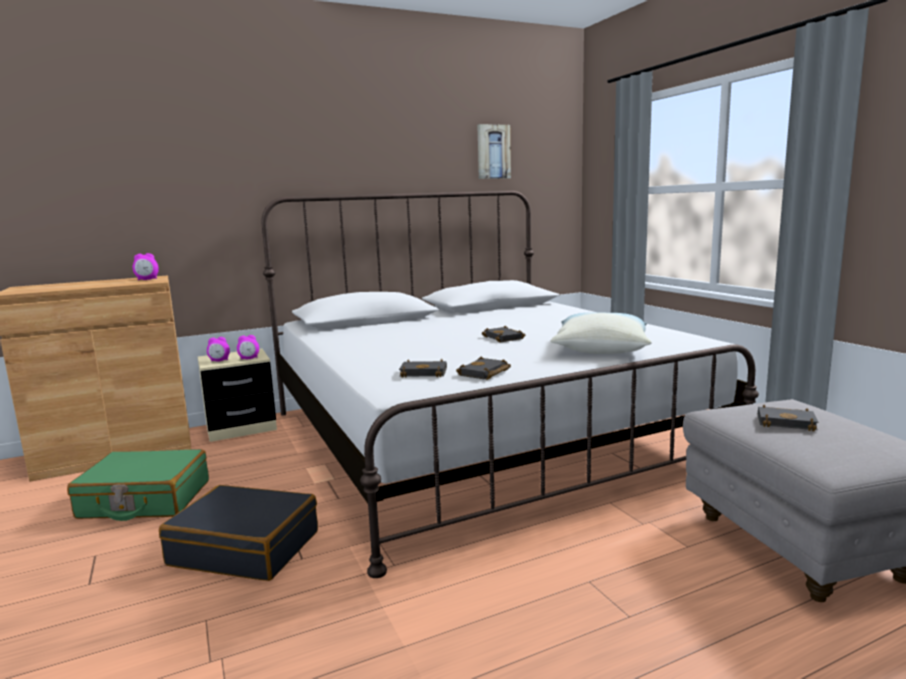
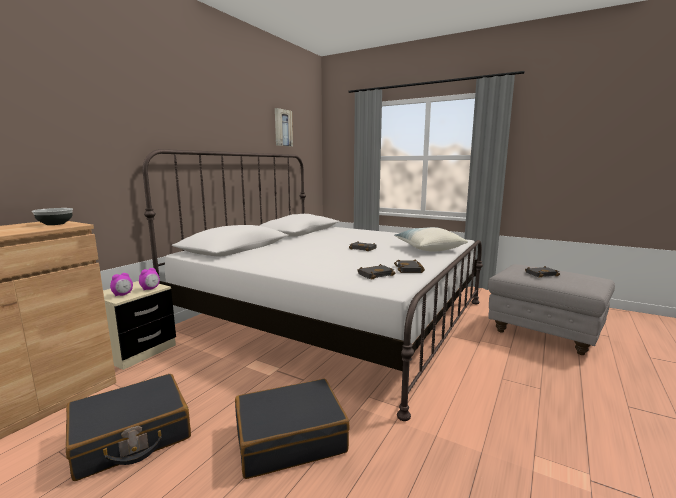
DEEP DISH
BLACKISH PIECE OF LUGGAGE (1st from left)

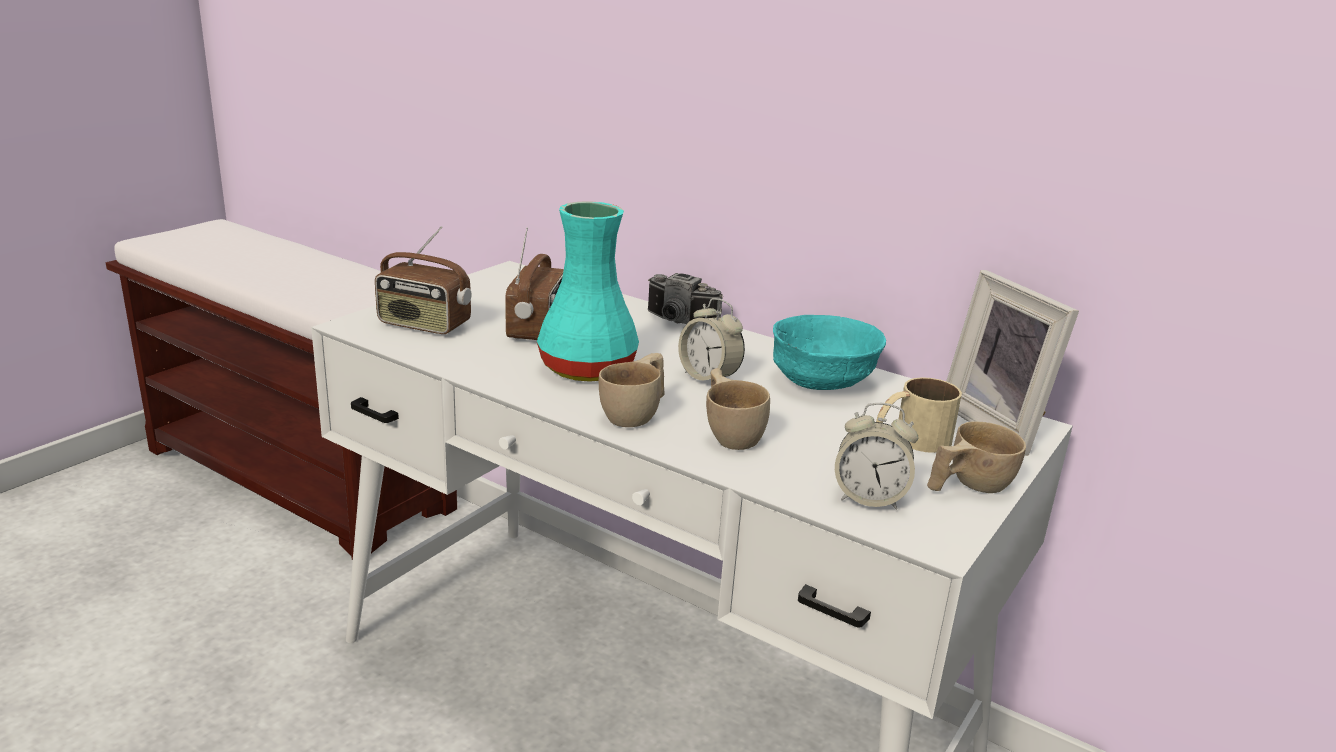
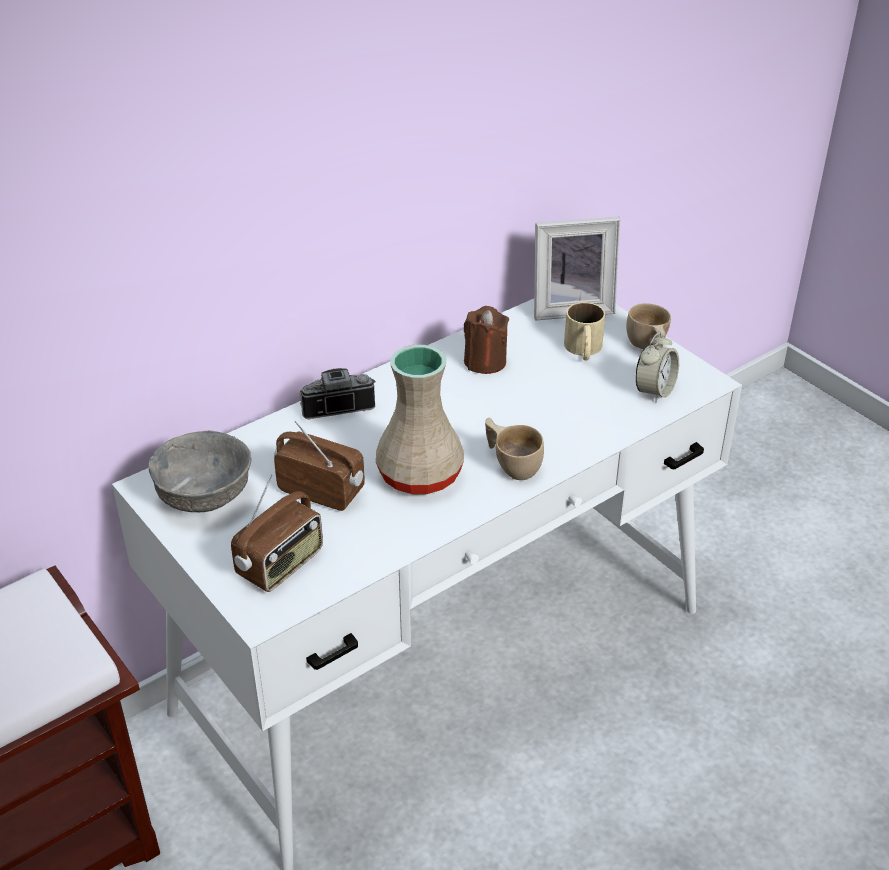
GRAY DEEP DISH
PHOTO CAMERA
SAND-COLOURED FLOWER VASE
BROWNISH WAX CANDLE
TABLE CLOCK (1st from left in the first image)
SAND-COLOURED SMALL CUP (2nd from left in the first image)

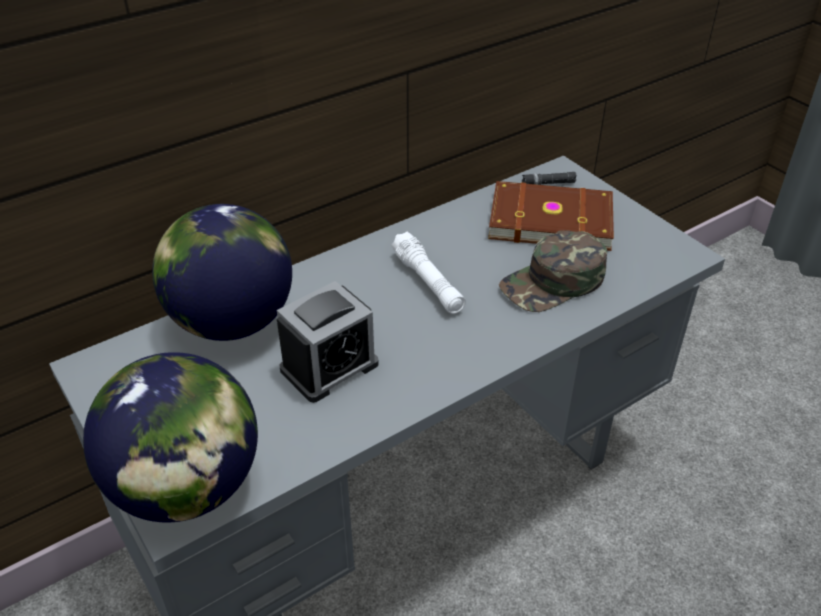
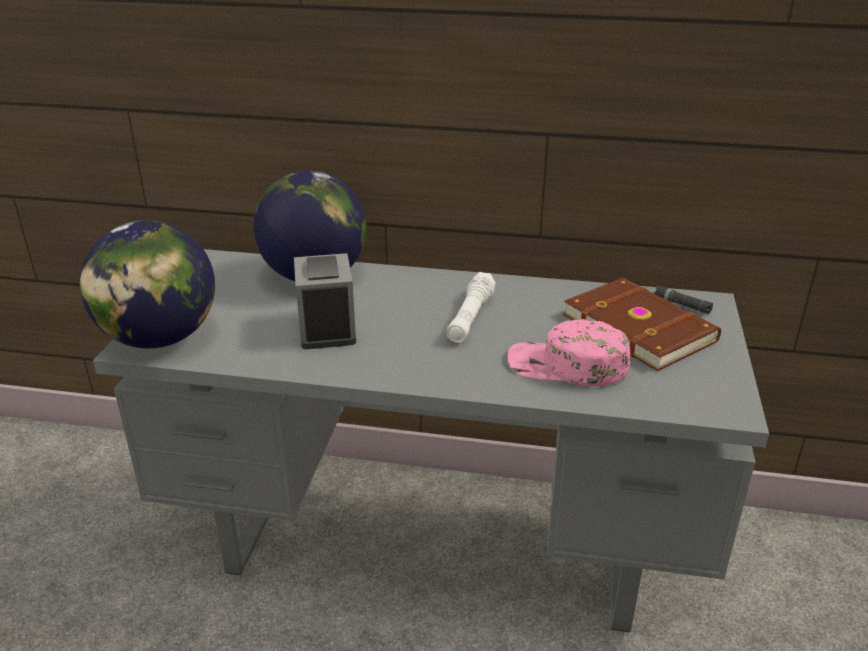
TABLE CLOCK
PINKISH PEAKED CAP

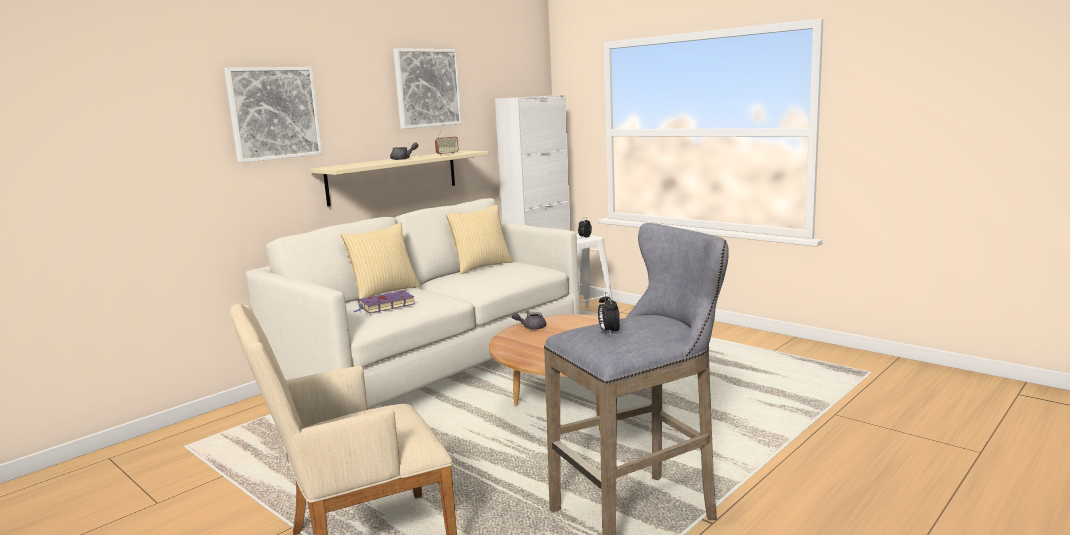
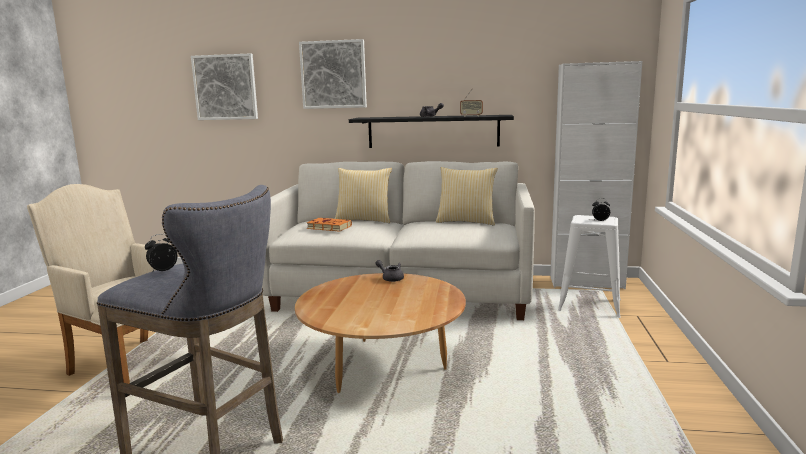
WALL ART (1st from left)
ORANGEY BOUND BOOK
BLACKISH SHELF

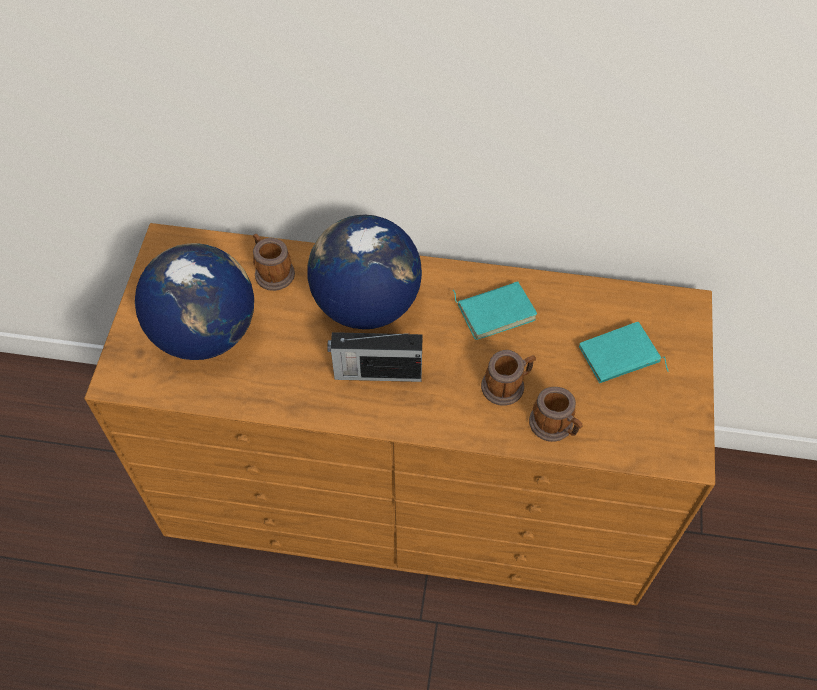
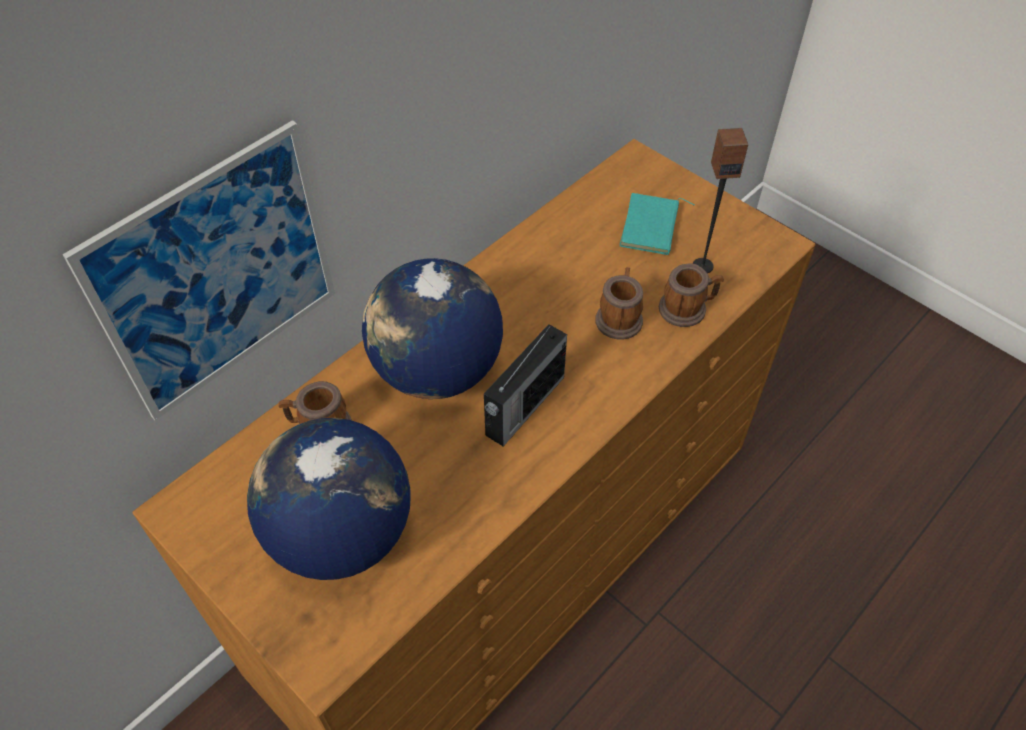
WALL ART
LOUDSPEAKER
TURQUOISE BOUND BOOK (1st from left in the first image)

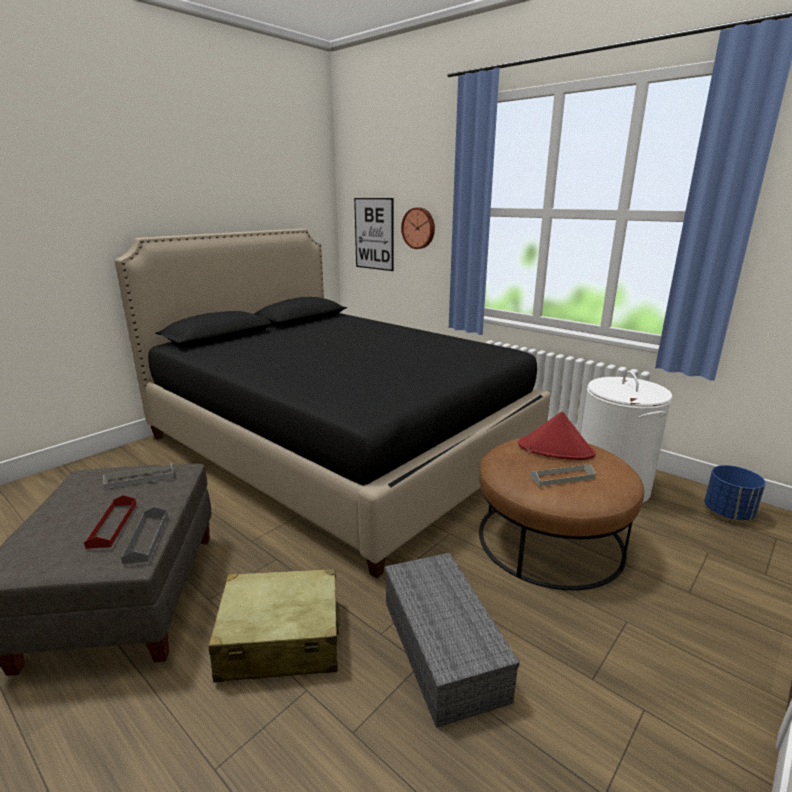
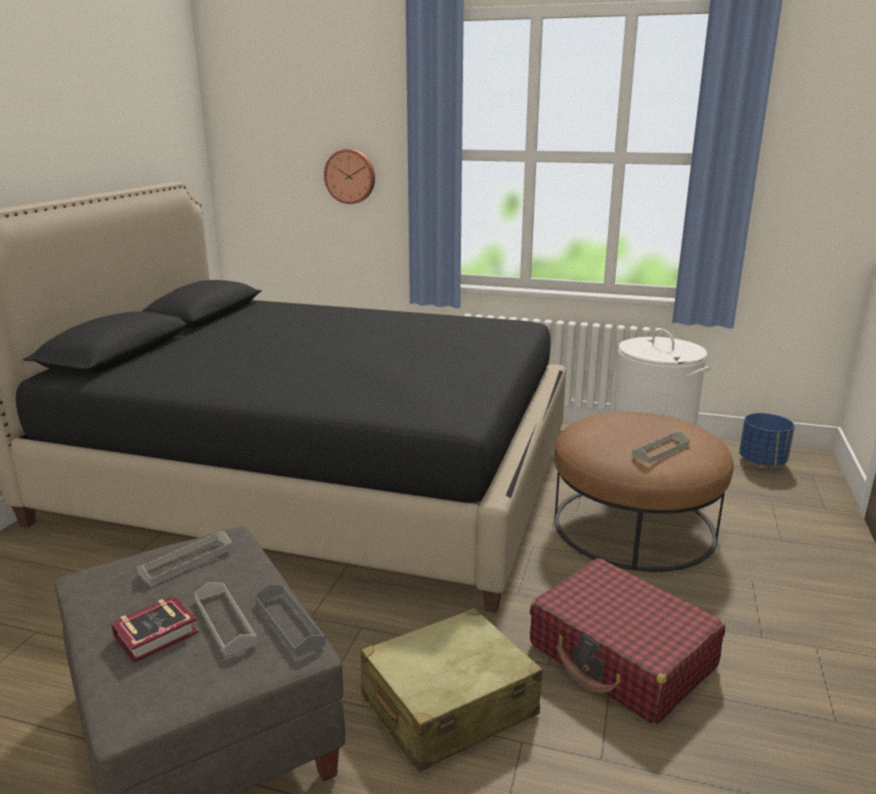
BOUND BOOK
GRAY CARRYING TRAY (2nd from left)
RED PIECE OF LUGGAGE
WALL ART
RED HAT

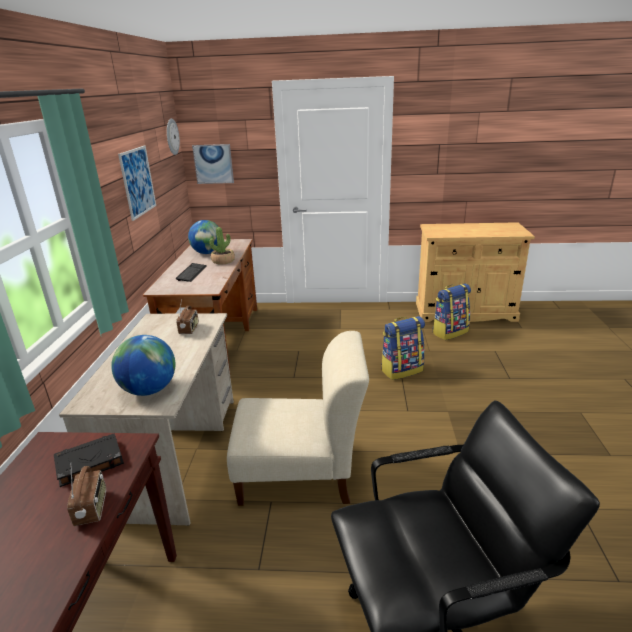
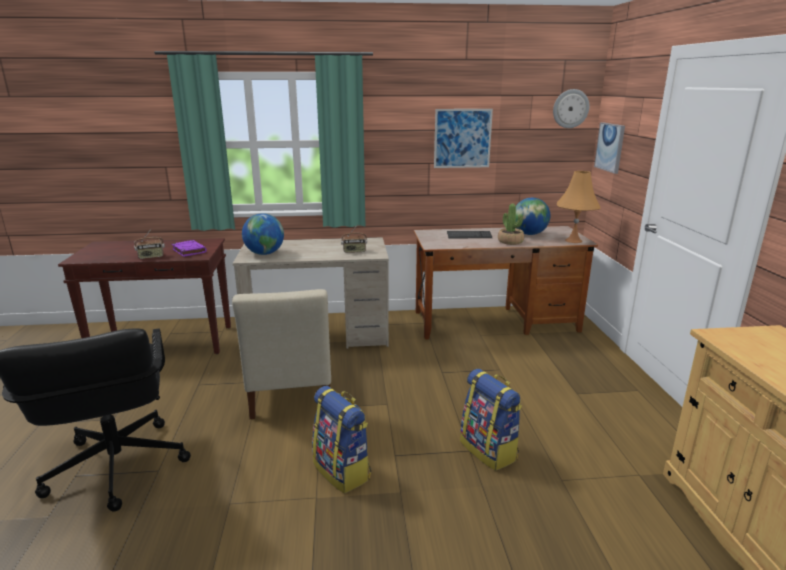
PURPLE-COLOURED BOUND BOOK
BACKPACK (1st from left)
ORANGEY TABLE LAMP

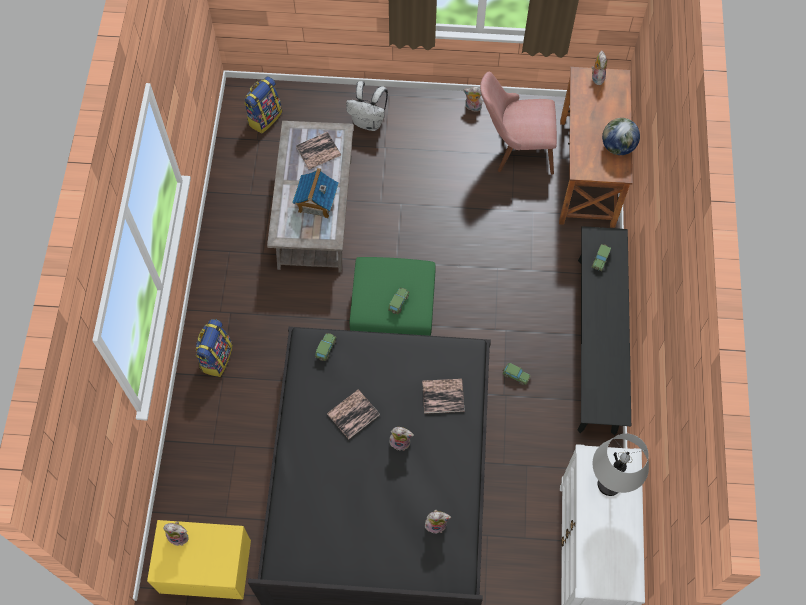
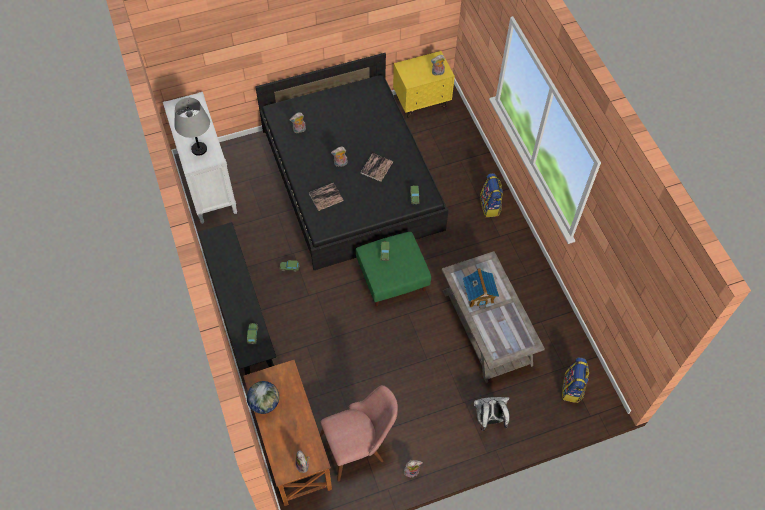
BOUND BOOK (1st from left in the first image)

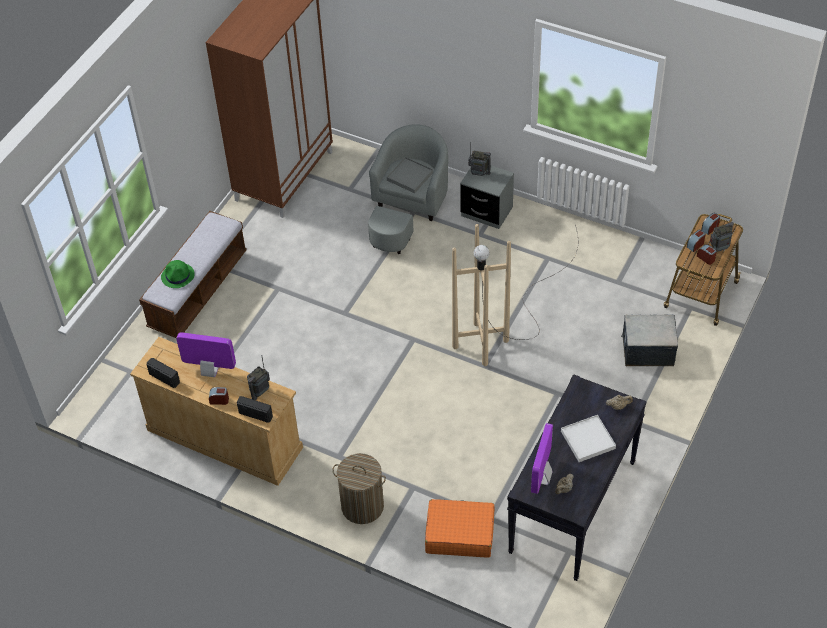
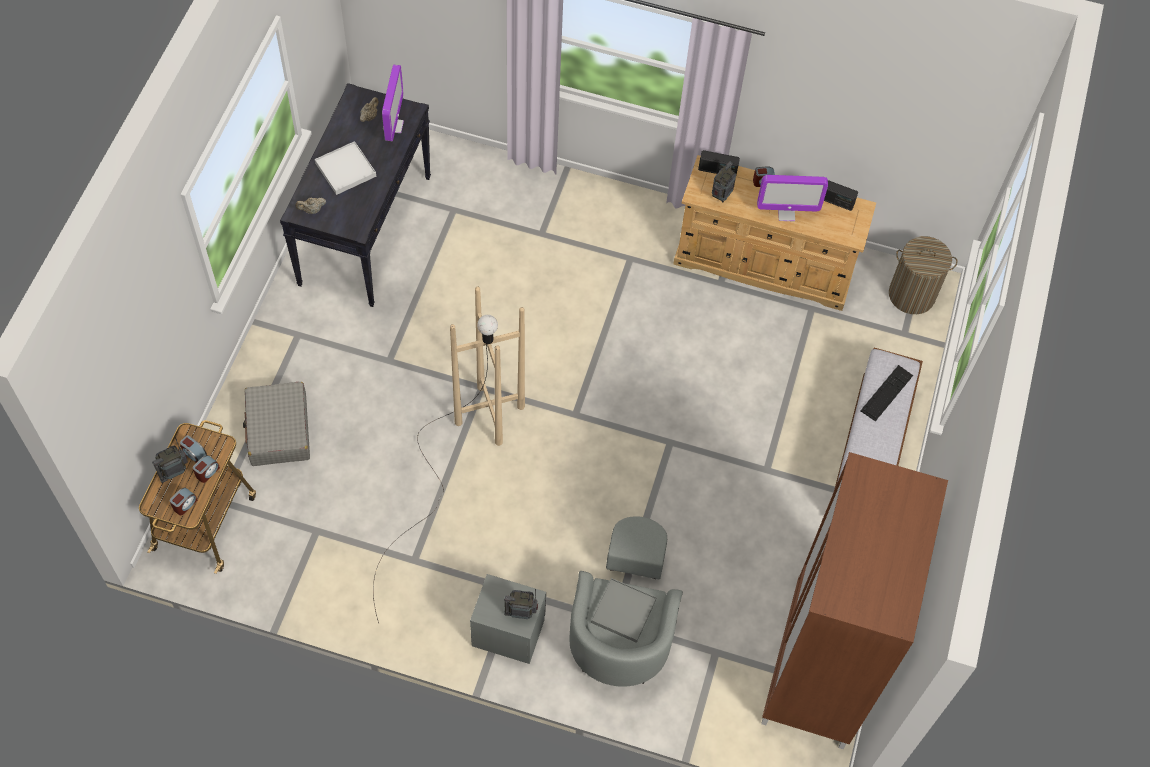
GRAY PIECE OF LUGGAGE
COMPUTER KEYBOARD
WASHING BASKET
ORANGEY PIECE OF LUGGAGE

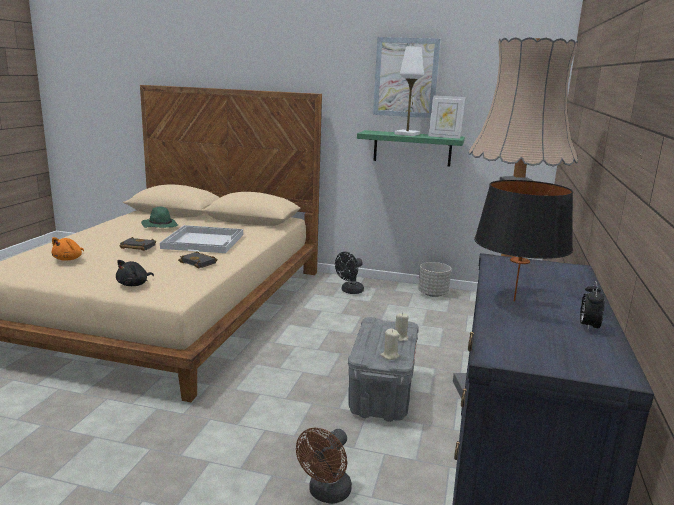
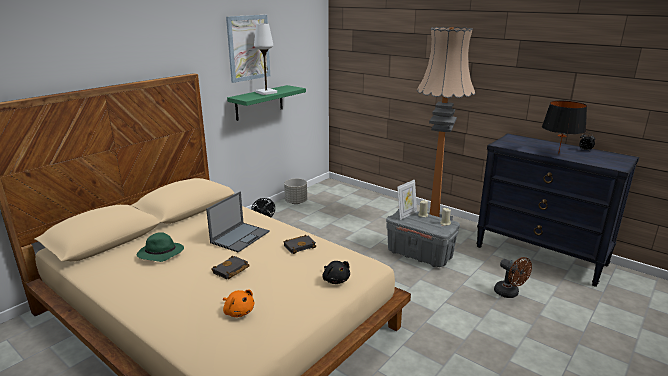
NOTEBOOK COMPUTER
STANDING FRAME

